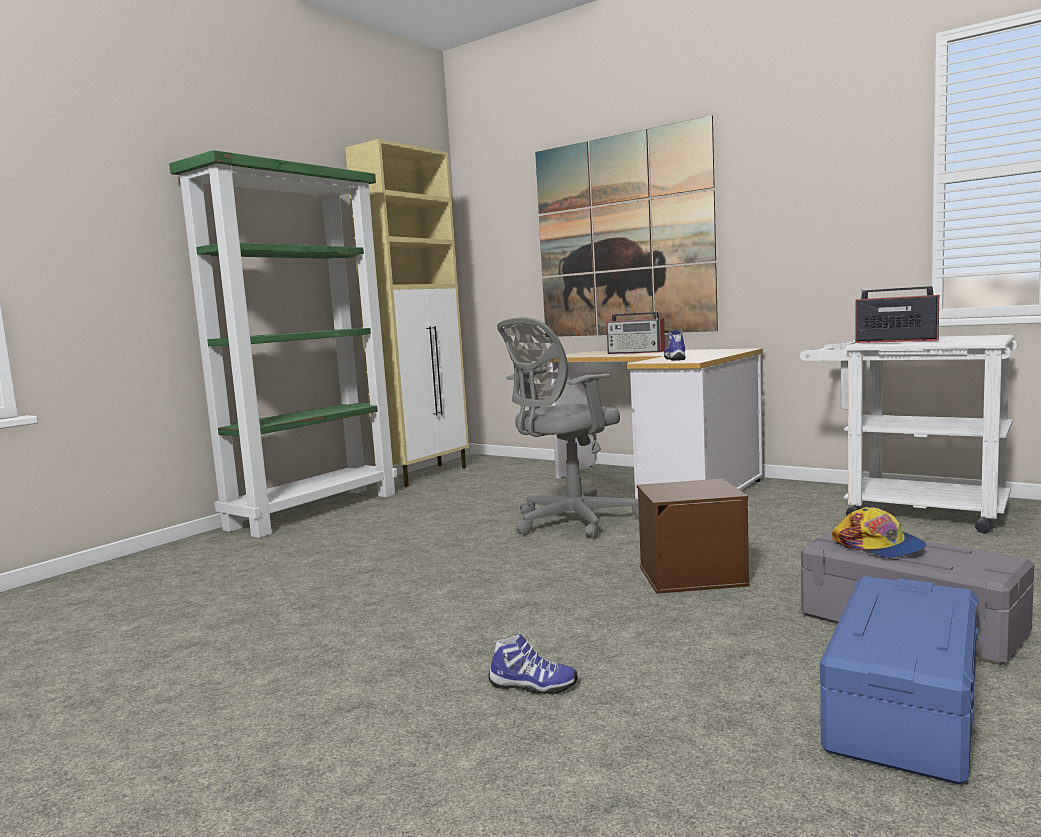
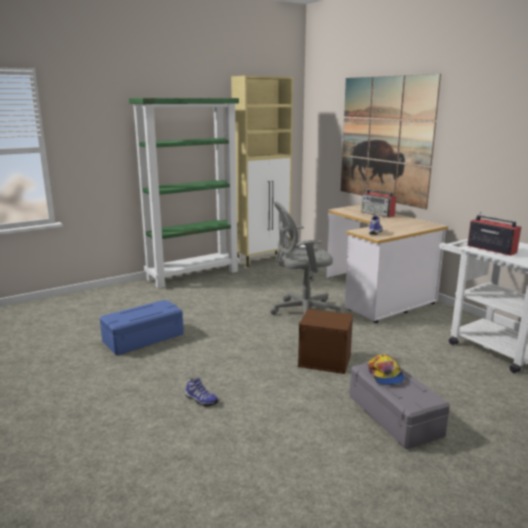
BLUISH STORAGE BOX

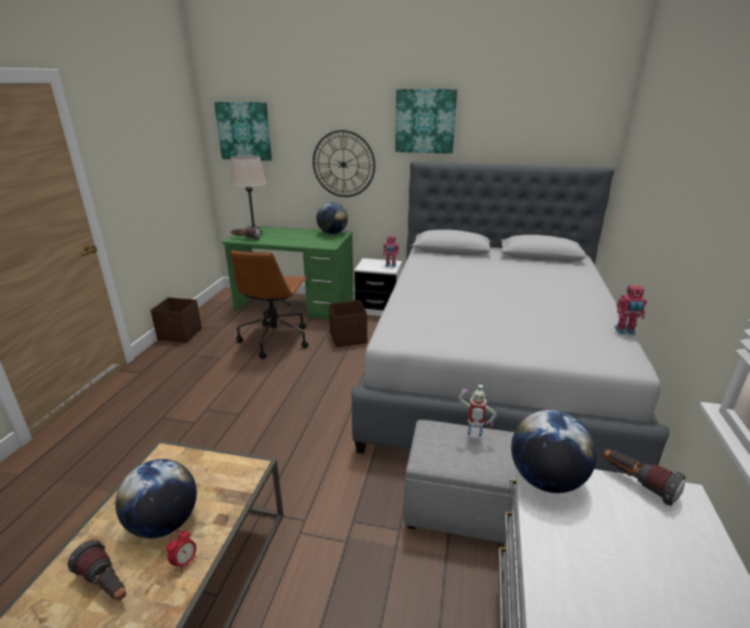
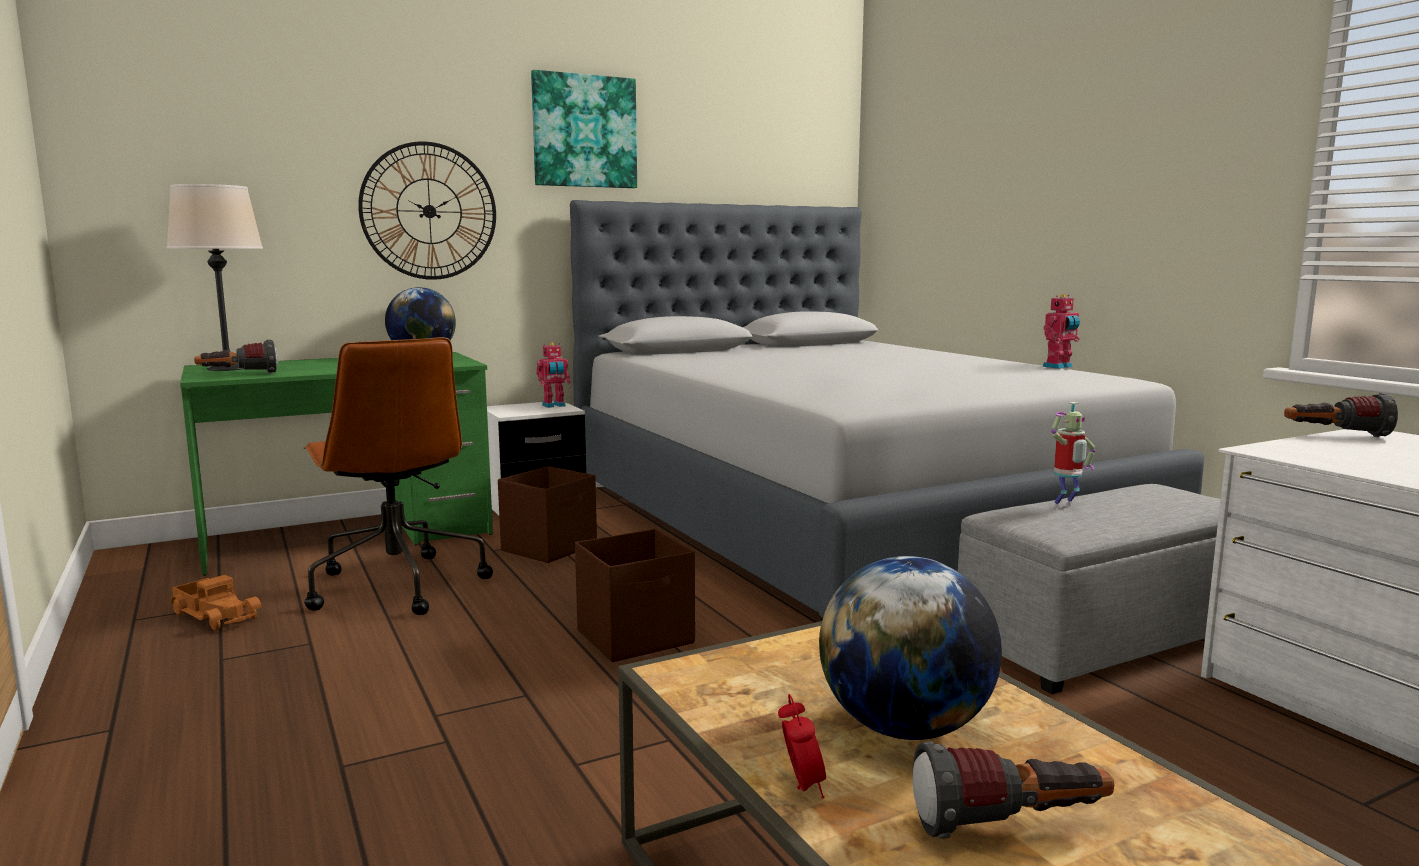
TOY LORRY
BROWNISH STORAGE BOX (2nd from left)
TABLE CLOCK
WALL ART (1st from left in the first image)
WORLD GLOBE (3rd from left in the first image)

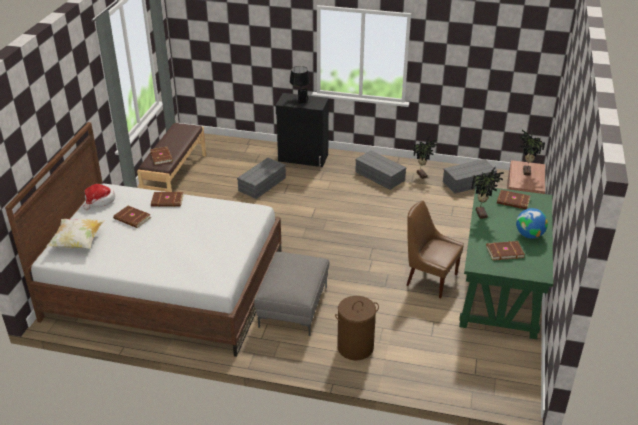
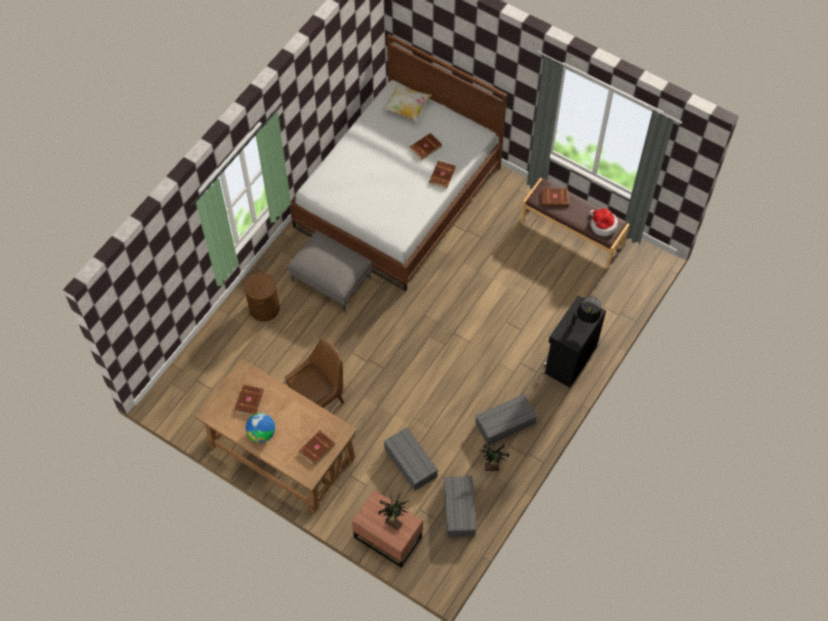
BROWNISH DESK
GRAY STORAGE BOX (1st from left)
HAT
PLANT IN A POT (2nd from left in the first image)

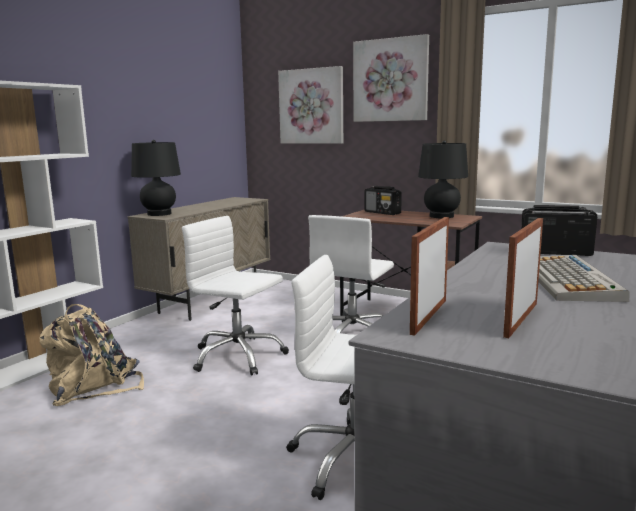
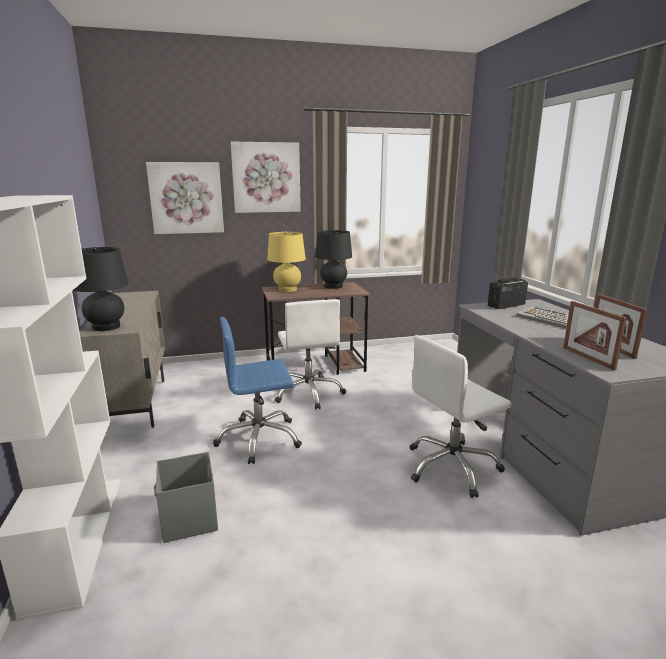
GRAY STORAGE BOX
BLUISH OFFICE CHAIR
YELLOWISH TABLE LAMP

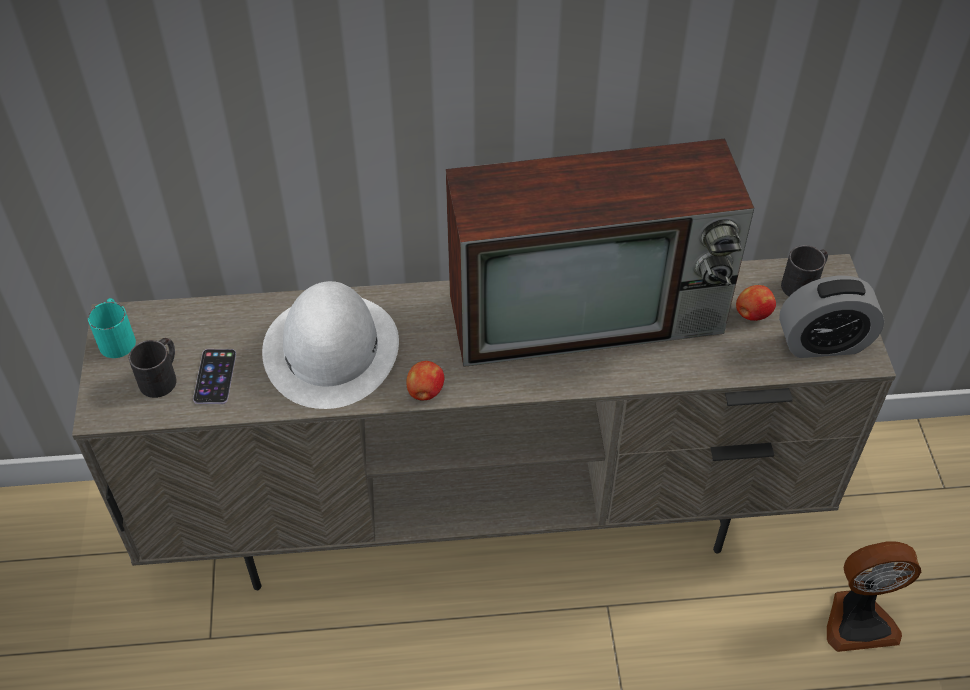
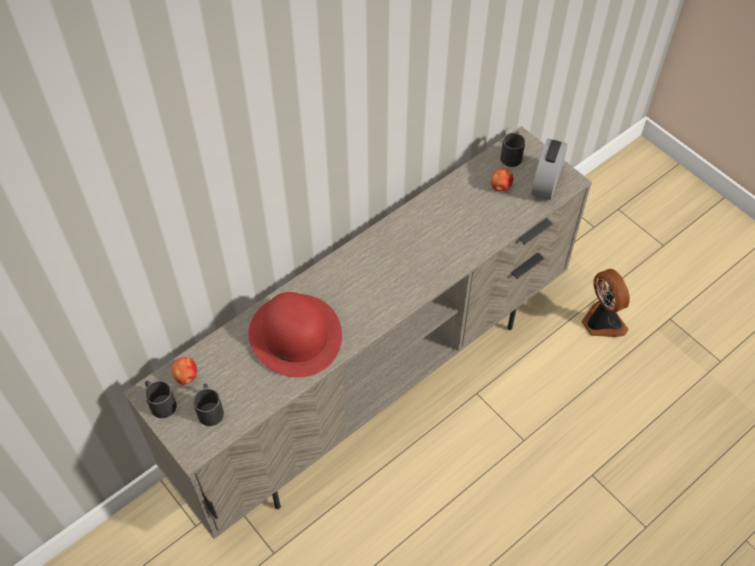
BLACKISH TEA MUG (1st from left)
APPLE FRUIT (1st from left)
RED HAT
TABLE CLOCK
FAN
PHONE
TV SET

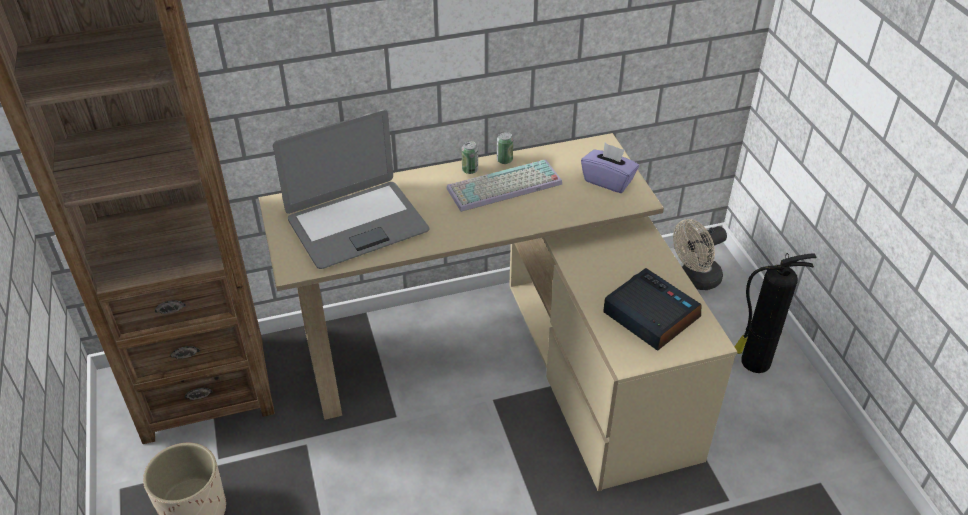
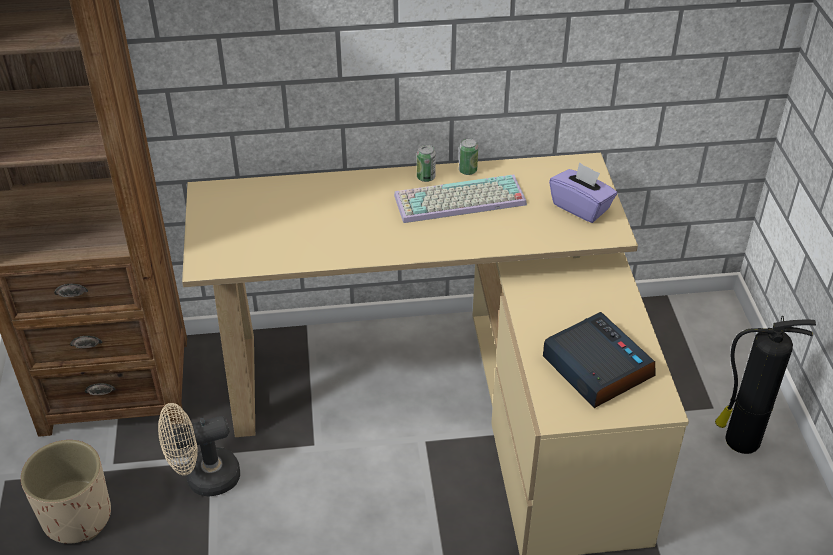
SAND-COLOURED FAN
NOTEBOOK COMPUTER

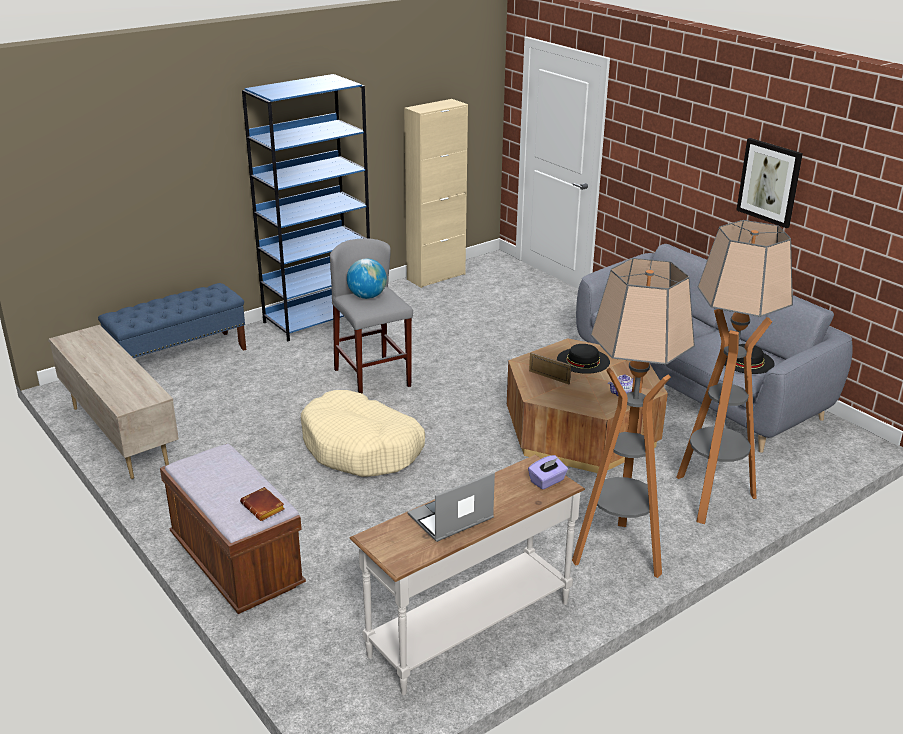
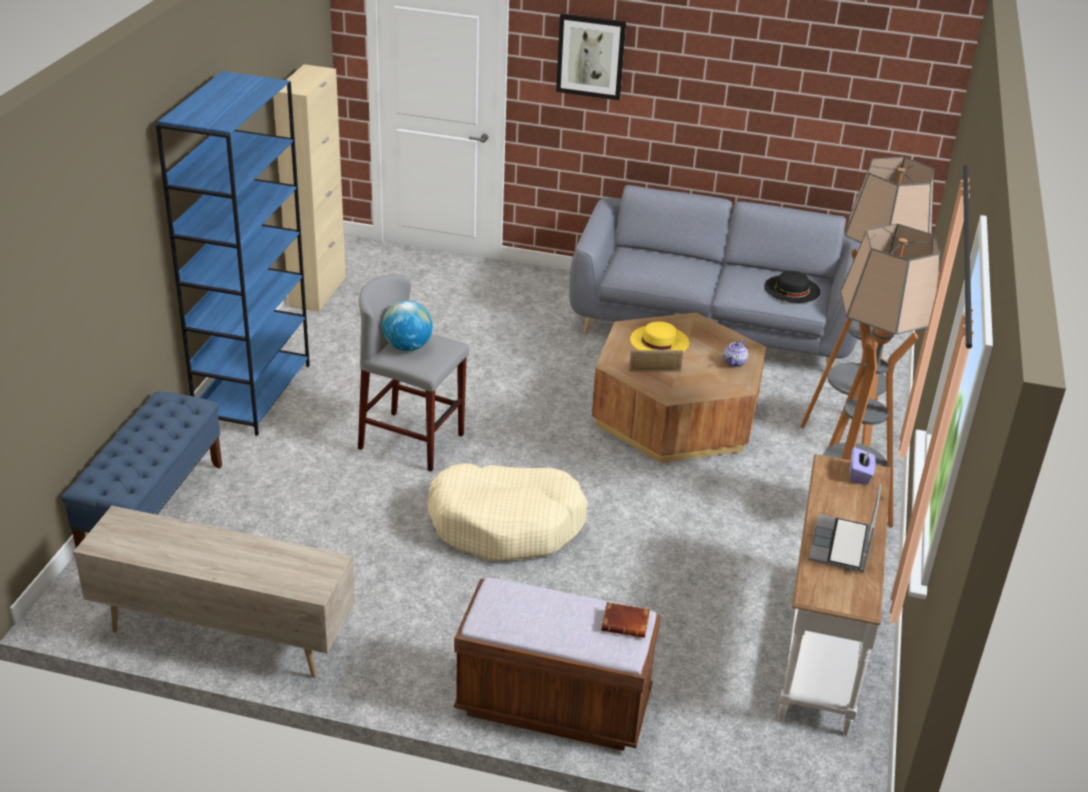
WALL ART
YELLOWISH HAT

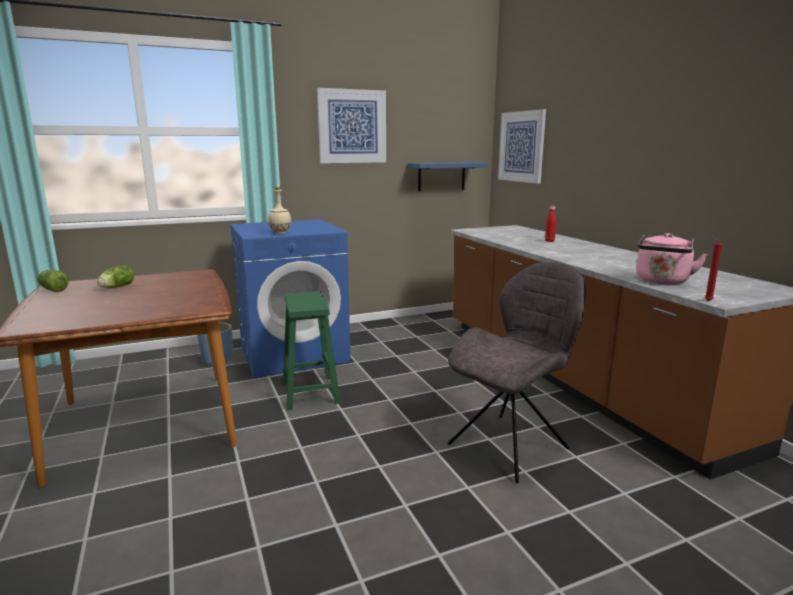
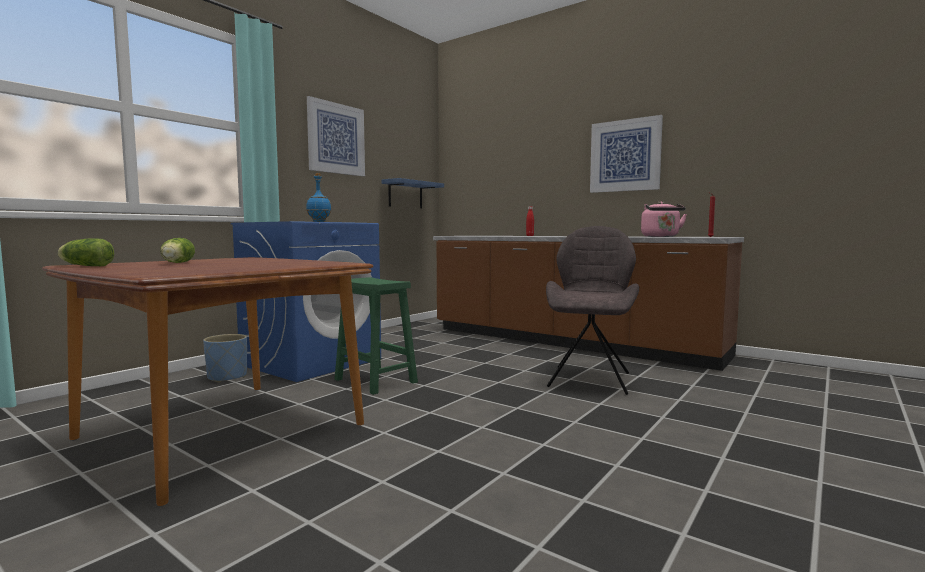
BLUISH BOTTLE
WALL ART (2nd from left)

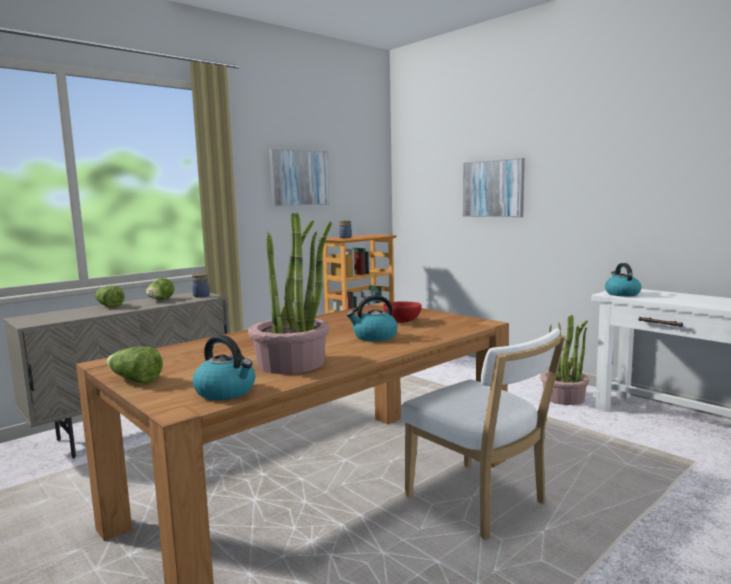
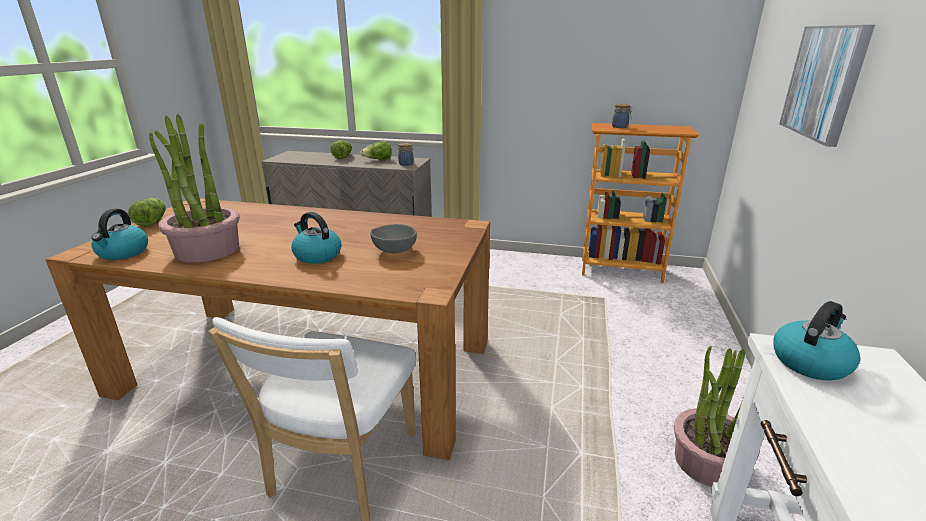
GRAY DEEP DISH
WALL ART (1st from left in the first image)

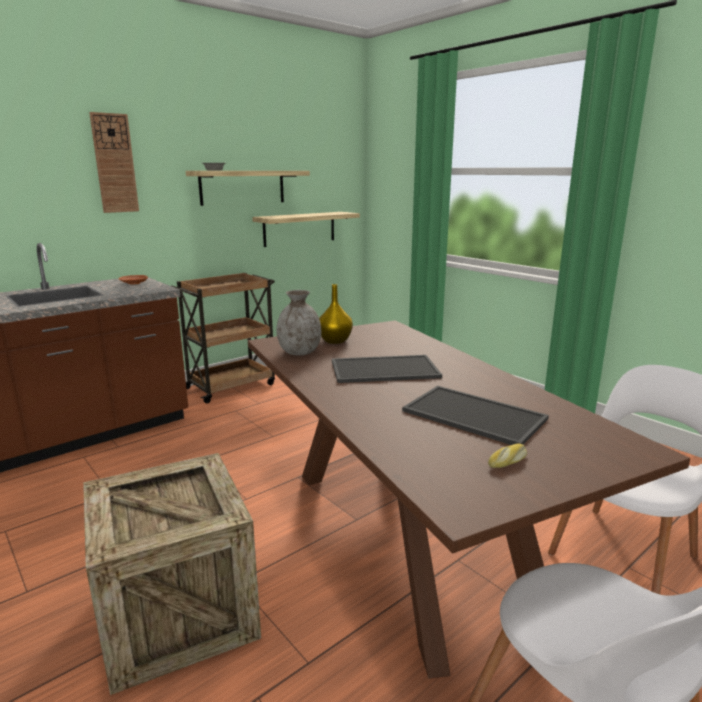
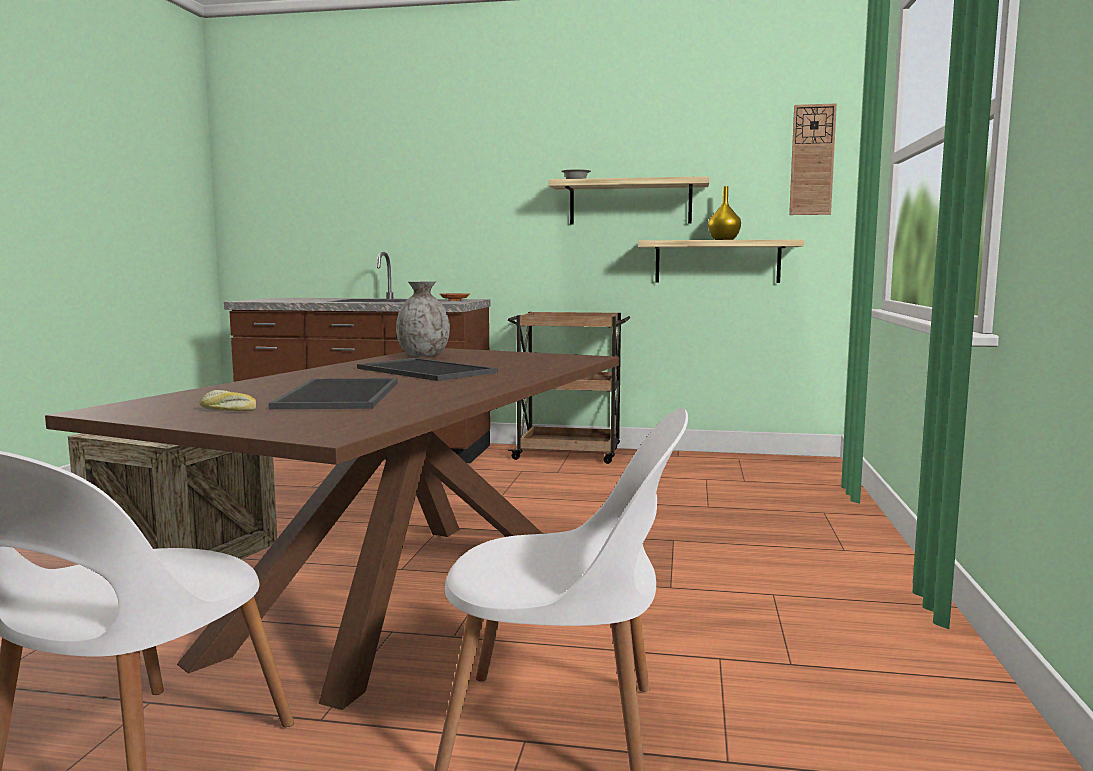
YELLOWISH FLOWER VASE
HANGING CLOCK

